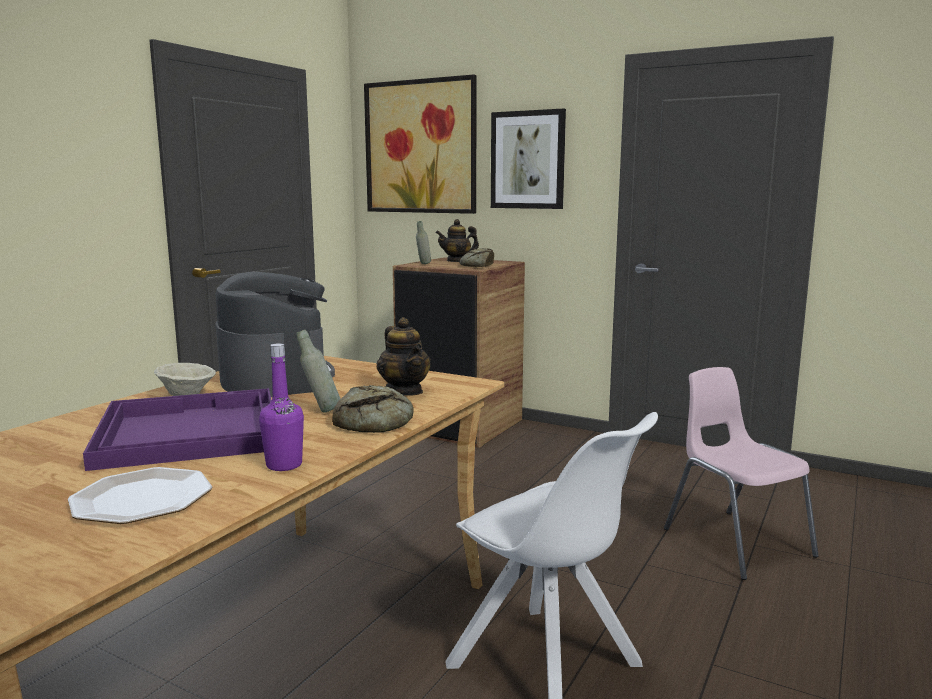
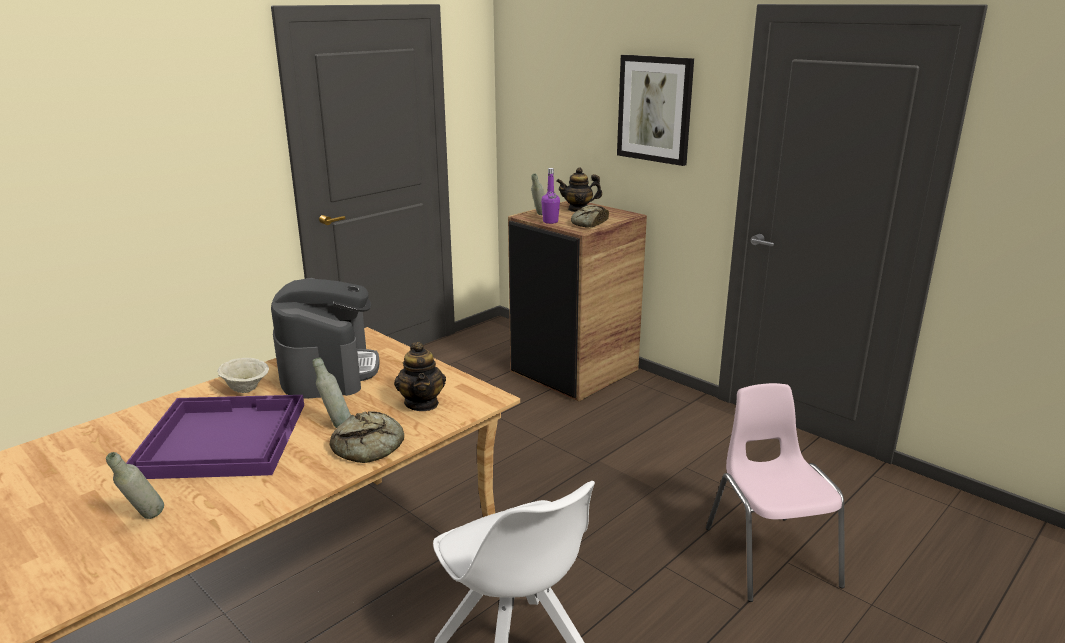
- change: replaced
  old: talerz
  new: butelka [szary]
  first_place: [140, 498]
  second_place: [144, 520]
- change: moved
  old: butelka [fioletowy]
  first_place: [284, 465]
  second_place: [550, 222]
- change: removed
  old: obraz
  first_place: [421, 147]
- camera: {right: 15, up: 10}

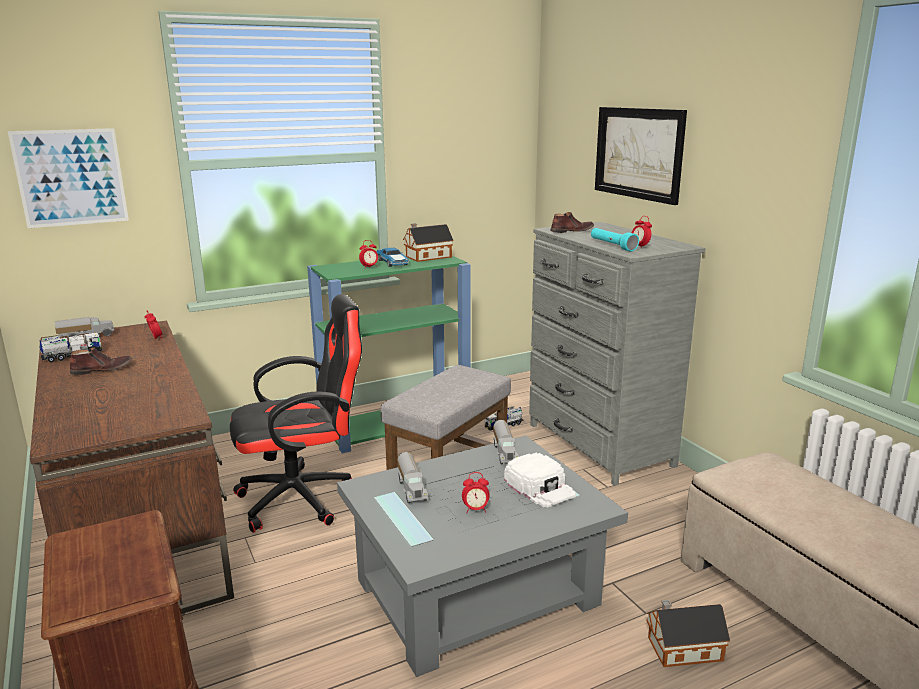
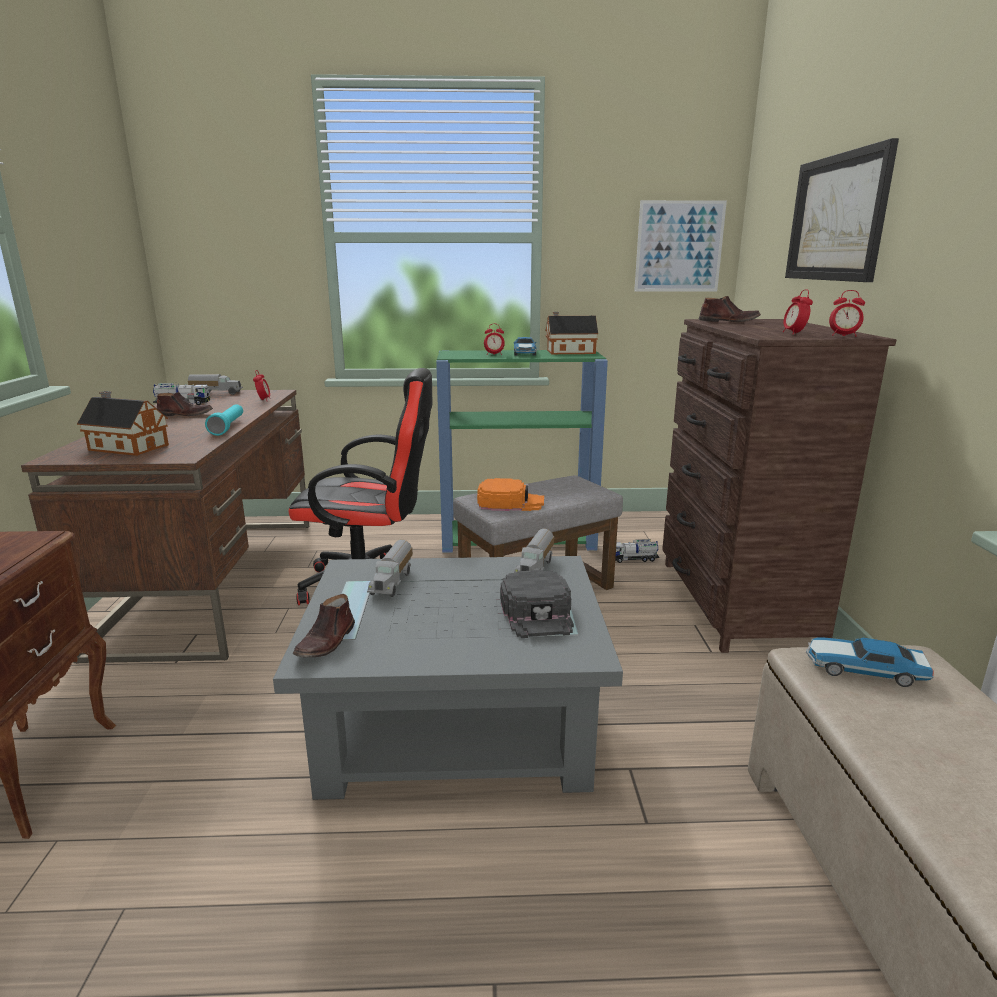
- change: moved
  old: domek
  first_place: [681, 648]
  second_place: [127, 447]
- change: moved
  old: latarka [turkusowy]
  first_place: [612, 246]
  second_place: [228, 427]
- change: added
  new: but [brązowy]
  second_place: [327, 642]
- change: added
  new: czapka z daszkiem [pomarańczowy]
  second_place: [510, 502]
- change: recoloured
  old: czapka z daszkiem [biały]
  new: czapka z daszkiem [czarny]
  first_place: [540, 486]
  second_place: [537, 613]
- change: moved
  old: obraz
  first_place: [71, 177]
  second_place: [679, 246]
- change: recoloured
  old: komoda [szary]
  new: komoda [brązowy]
  first_place: [597, 445]
  second_place: [733, 602]
- change: added
  new: samochodzik
  second_place: [862, 669]
- change: moved
  old: budzik
  first_place: [475, 510]
  second_place: [843, 336]
- camera: {right: 25, up: 0}

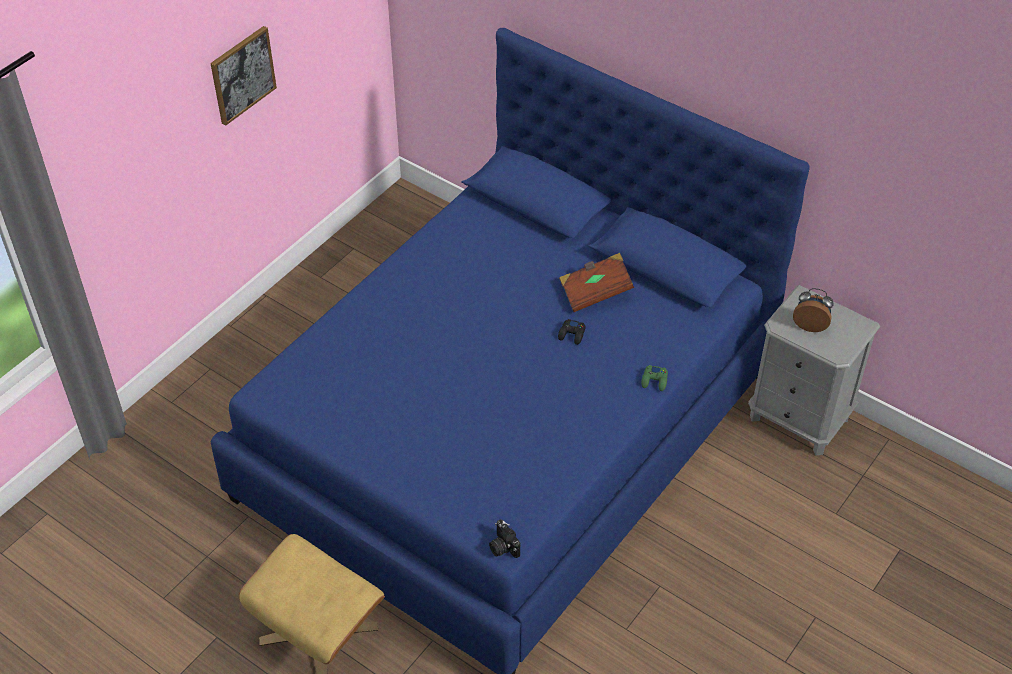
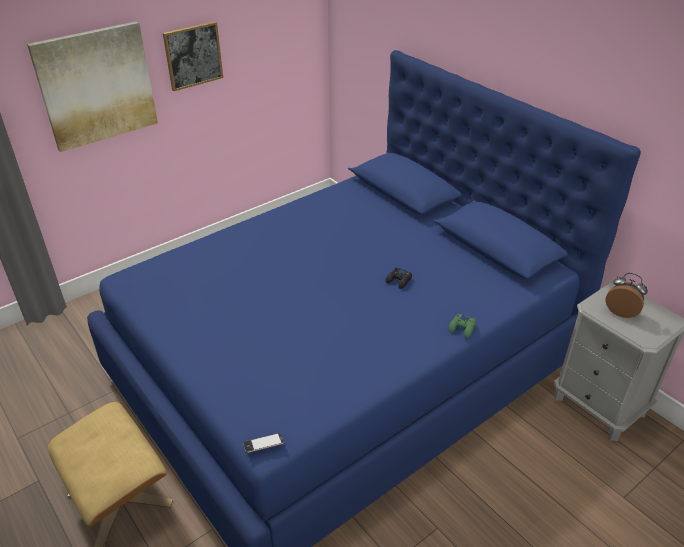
- change: added
  new: obraz
  second_place: [96, 86]
- change: replaced
  old: aparat fotograficzny
  new: telefon
  first_place: [502, 547]
  second_place: [263, 445]
- change: removed
  old: książka [brązowy]
  first_place: [595, 292]
- camera: {right: 15, up: -10}

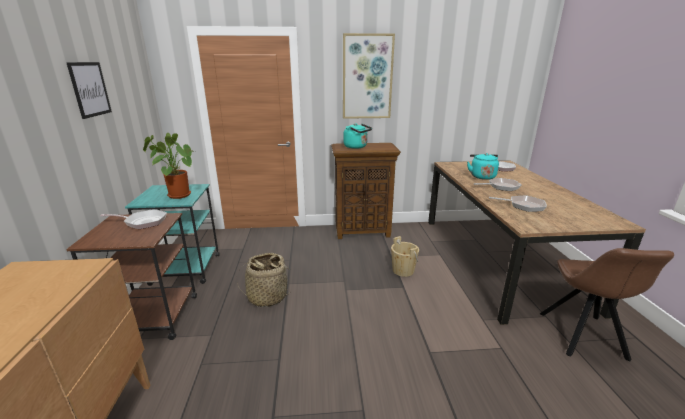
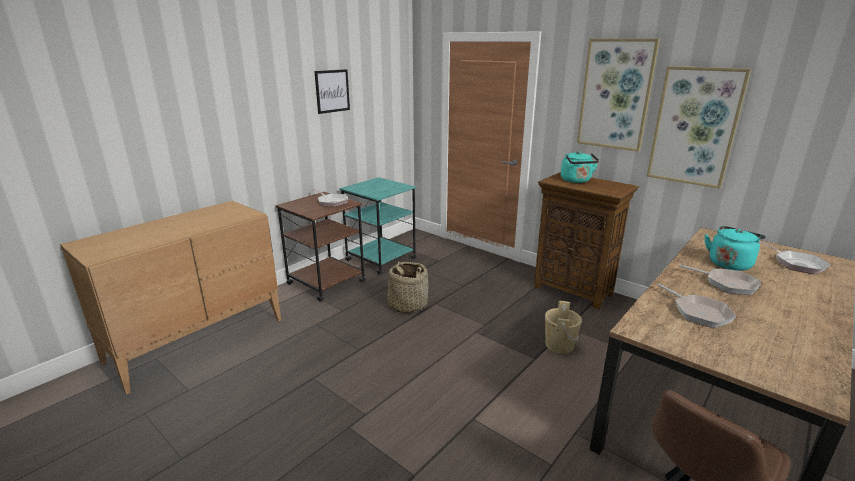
- change: added
  new: obraz
  second_place: [694, 127]
- change: removed
  old: roślina doniczkowa
  first_place: [177, 195]
- camera: {right: 45, up: 0}

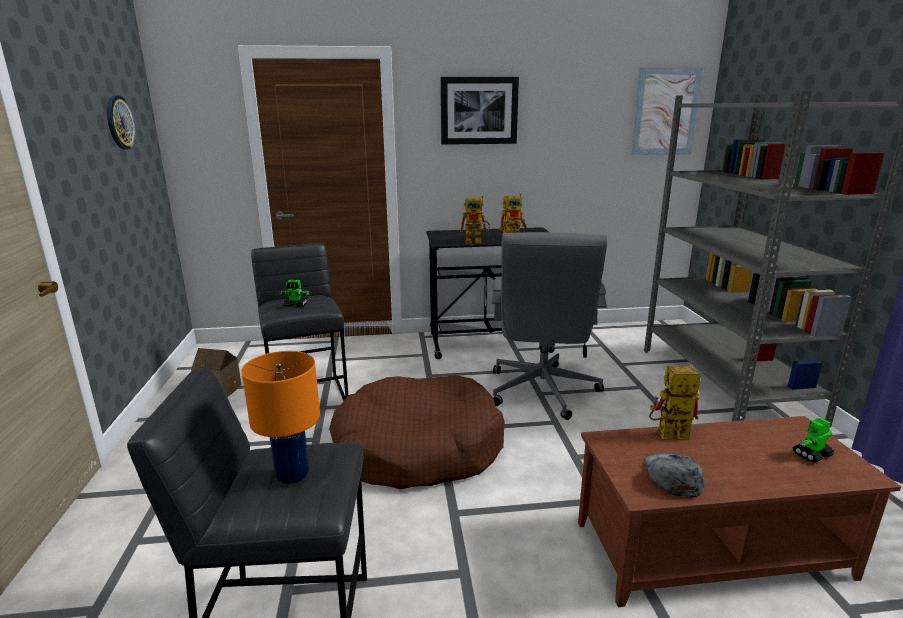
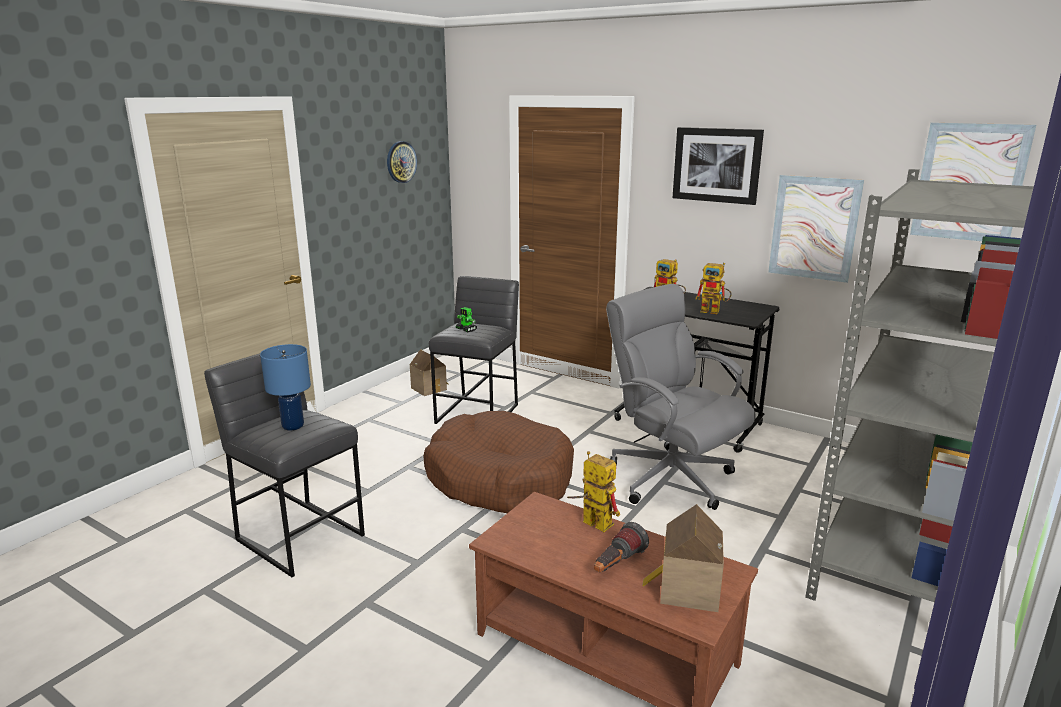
- change: recoloured
  old: lampa stołowa [pomarańczowy]
  new: lampa stołowa [niebieski]
  first_place: [294, 475]
  second_place: [293, 427]
- change: added
  new: latarka
  second_place: [617, 565]
- change: turned
  old: krzesło biurowe [szary]
  first_place: [542, 389]
  second_place: [671, 479]
  degrees: 90
- change: replaced
  old: robot zabawkowy
  new: domek
  first_place: [811, 455]
  second_place: [685, 589]
- change: added
  new: obraz
  second_place: [814, 228]
- change: removed
  old: czapka z daszkiem [szary]
  first_place: [672, 476]
- camera: {right: 40, up: 0}

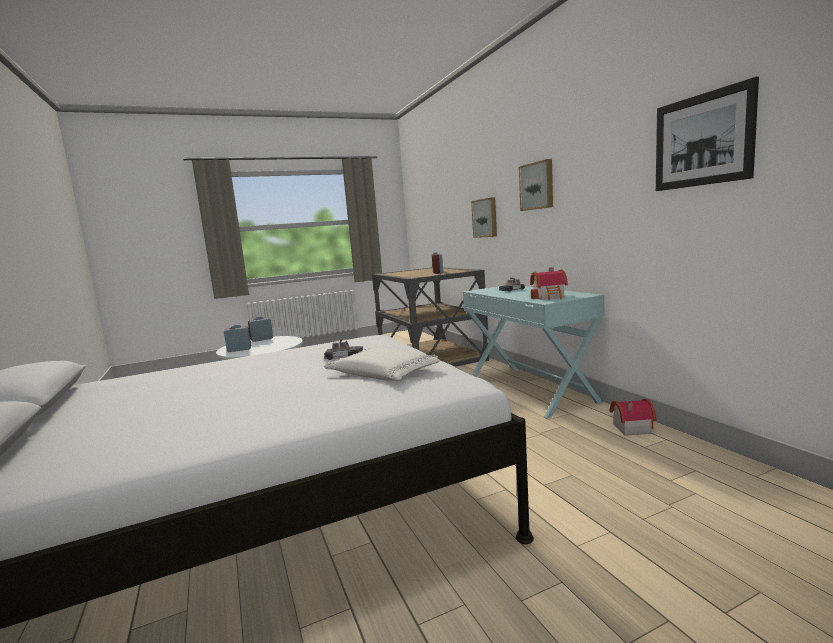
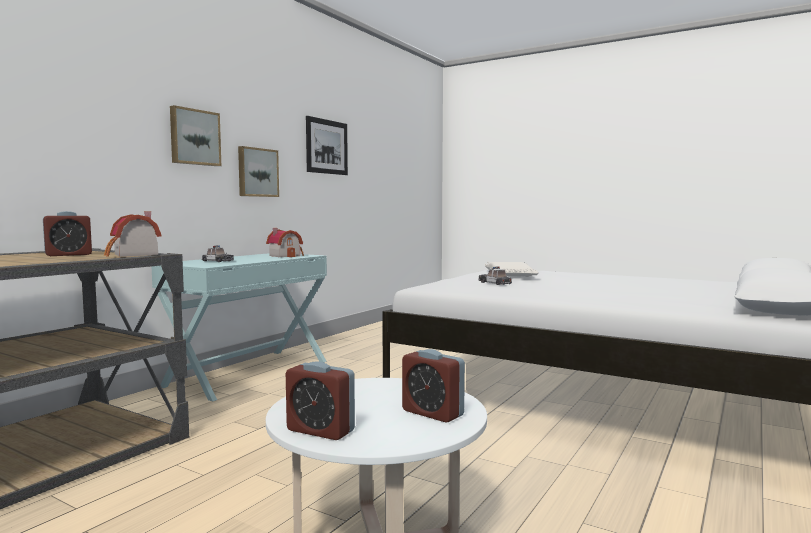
- change: moved
  old: domek
  first_place: [629, 428]
  second_place: [133, 254]
- change: moved
  old: obraz
  first_place: [485, 218]
  second_place: [257, 172]
- camera: {right: -125, up: -5}

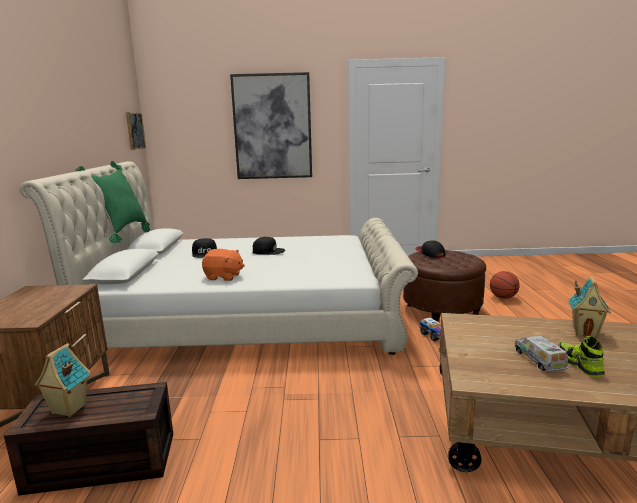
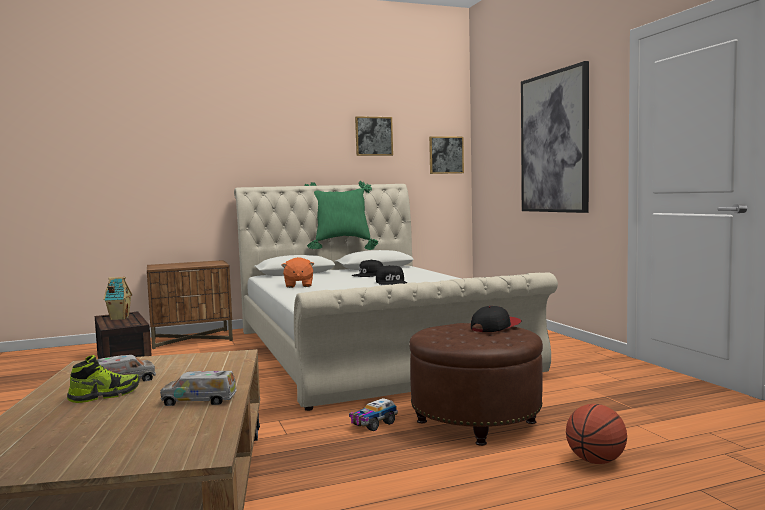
- change: replaced
  old: domek
  new: ciężarówka zabawkowa
  first_place: [585, 332]
  second_place: [199, 400]
- change: added
  new: obraz
  second_place: [373, 136]
- camera: {right: 70, up: -10}

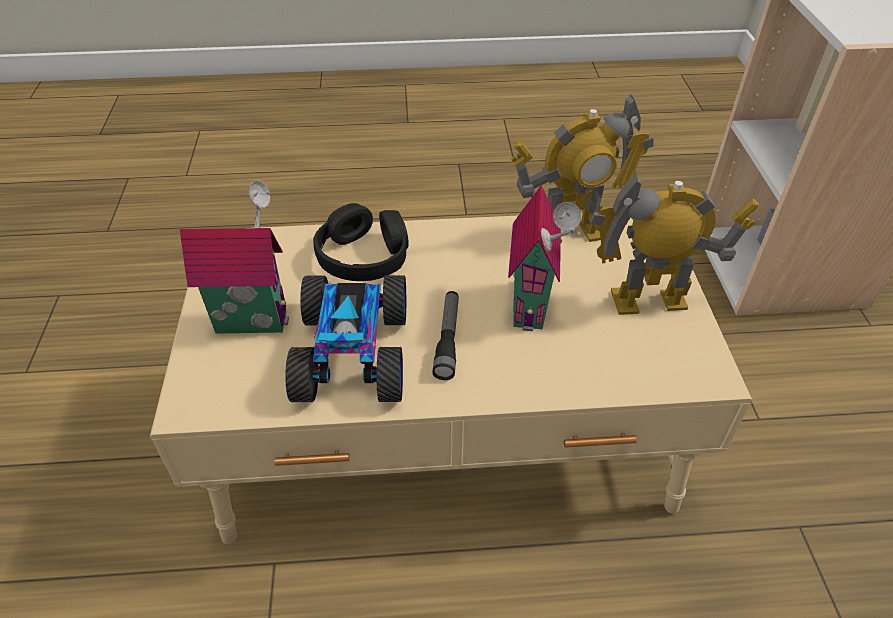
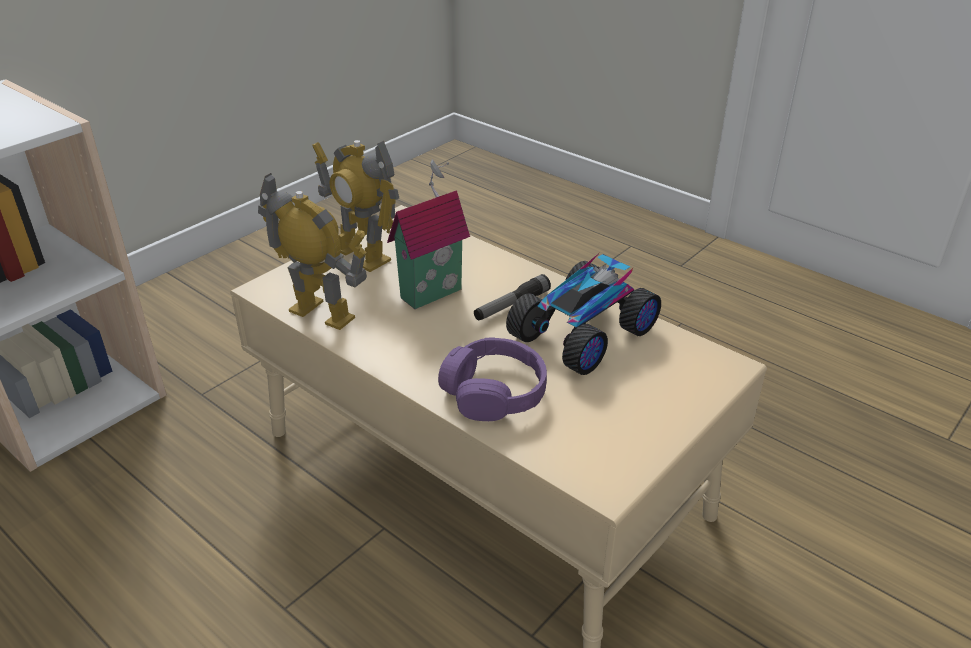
- change: recoloured
  old: słuchawki [czarny]
  new: słuchawki [fioletowy]
  first_place: [364, 256]
  second_place: [494, 392]
- change: removed
  old: domek
  first_place: [253, 318]
- camera: {right: -135, up: -10}

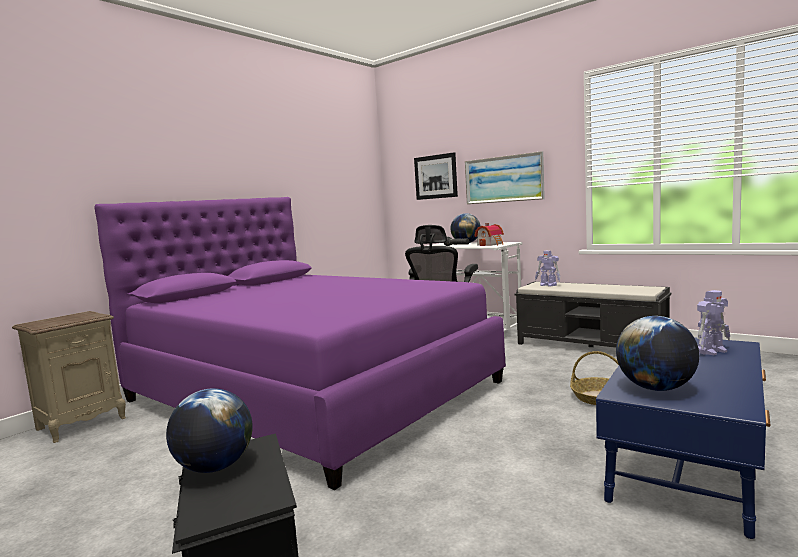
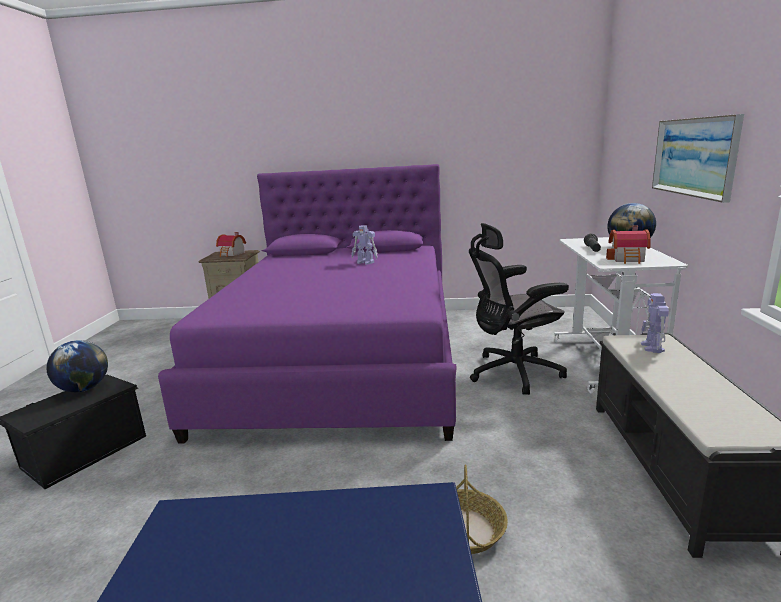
- change: added
  new: domek
  second_place: [232, 254]
- change: moved
  old: robot zabawkowy
  first_place: [711, 351]
  second_place: [365, 262]
- change: removed
  old: obraz
  first_place: [435, 176]
- change: removed
  old: globus
  first_place: [656, 388]
- camera: {right: 55, up: 10}

